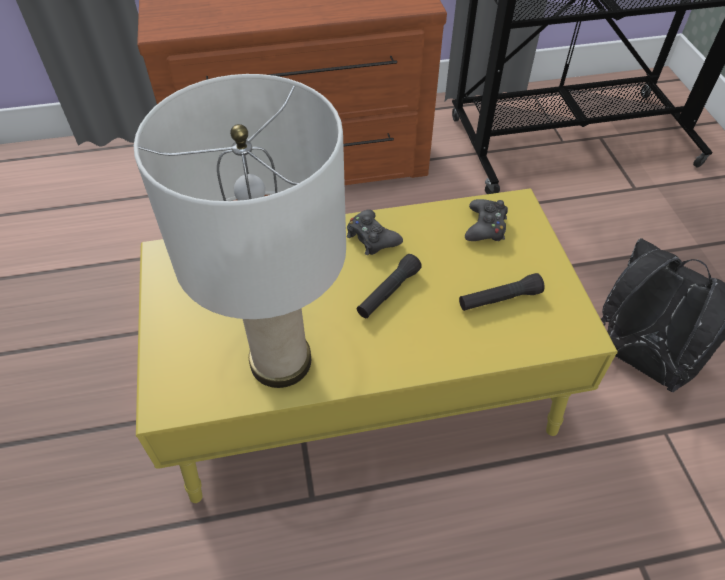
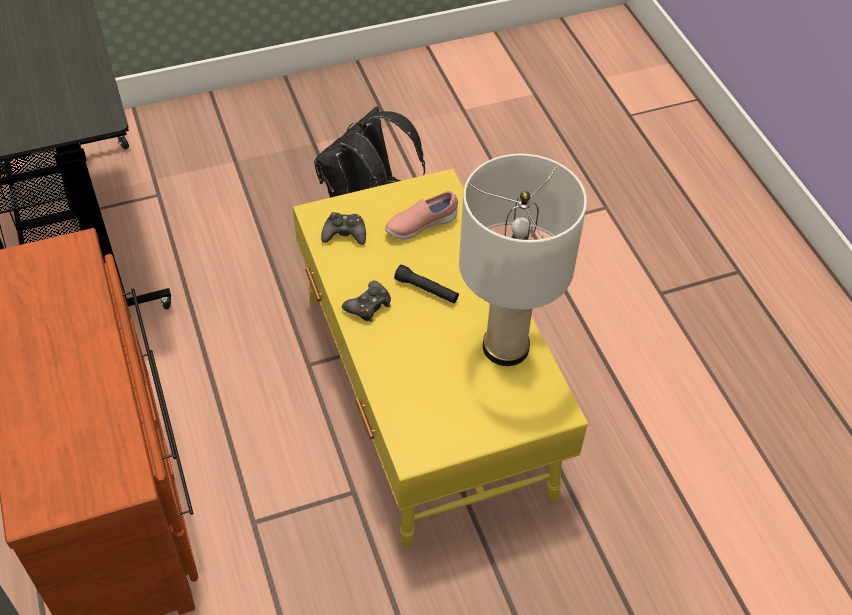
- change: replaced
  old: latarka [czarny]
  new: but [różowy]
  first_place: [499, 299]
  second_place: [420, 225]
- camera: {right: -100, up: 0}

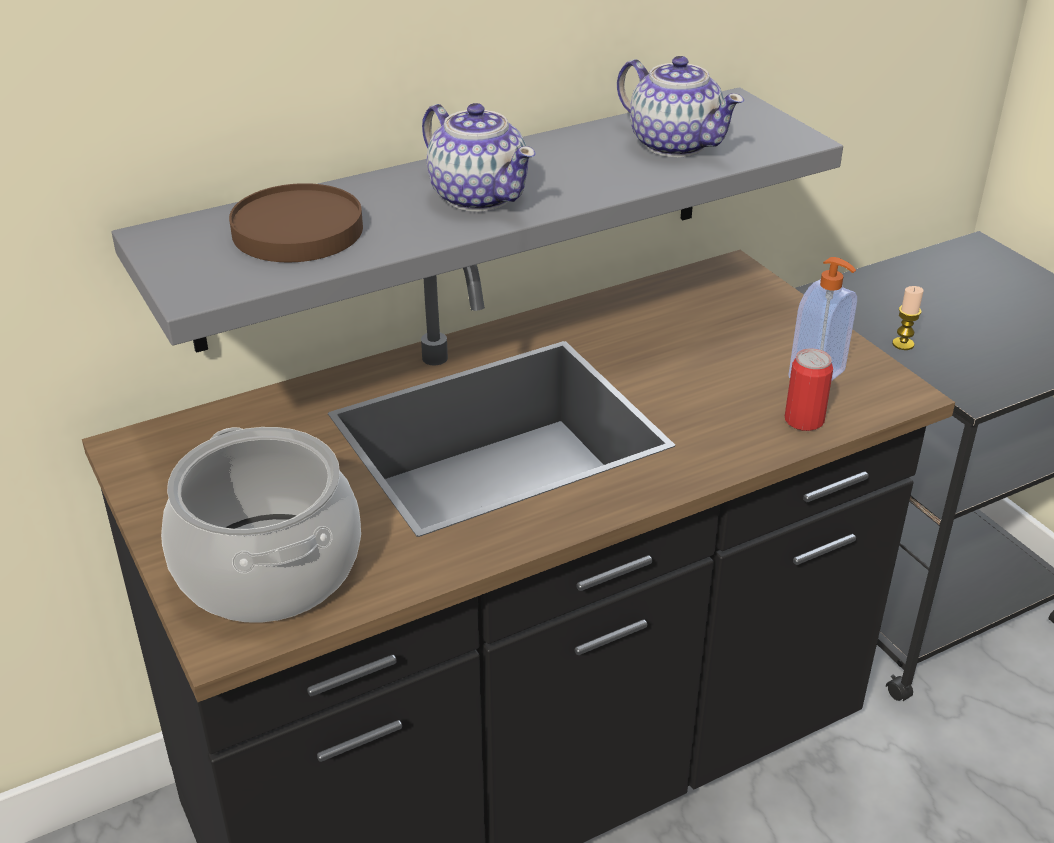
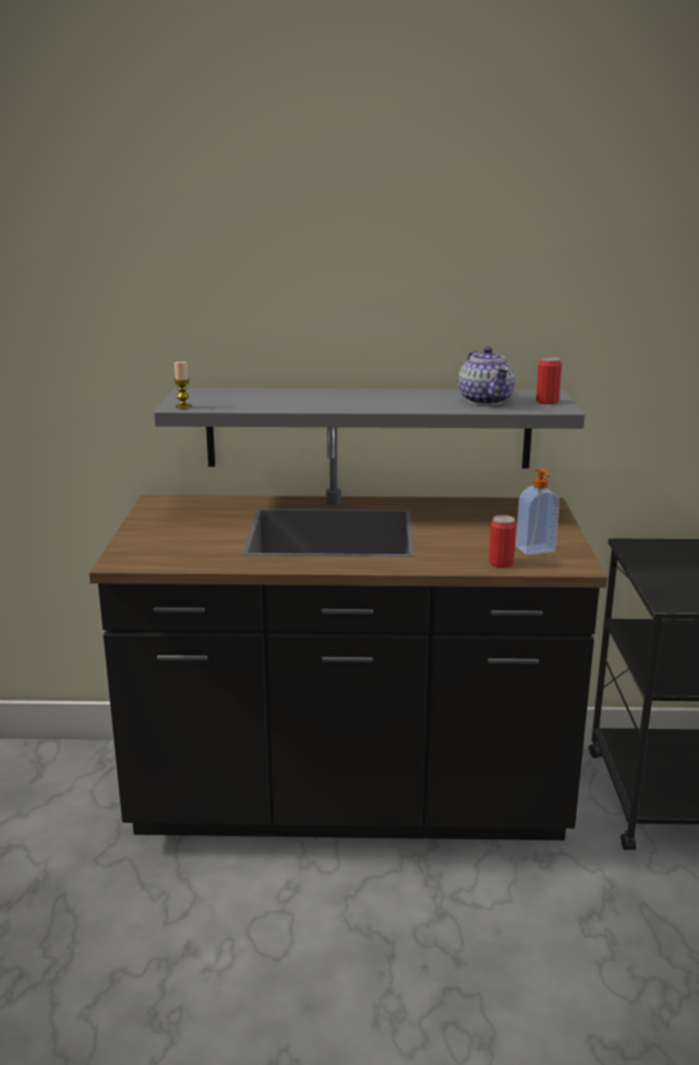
- change: moved
  old: świeca
  first_place: [903, 344]
  second_place: [183, 407]
- change: added
  new: puszka
  second_place: [547, 401]
- change: removed
  old: garnek
  first_place: [270, 568]
- change: removed
  old: talerz [brązowy]
  first_place: [296, 231]
- change: removed
  old: imbryk
  first_place: [478, 196]
- camera: {right: 30, up: -15}

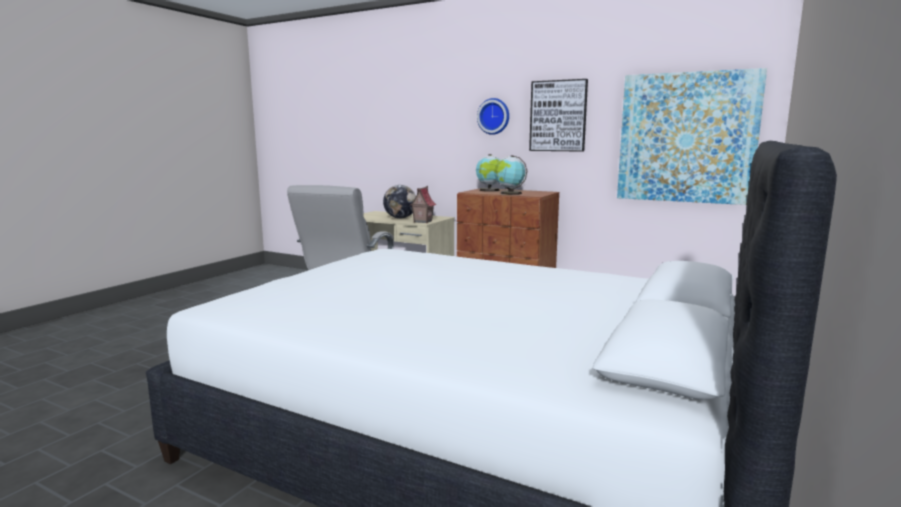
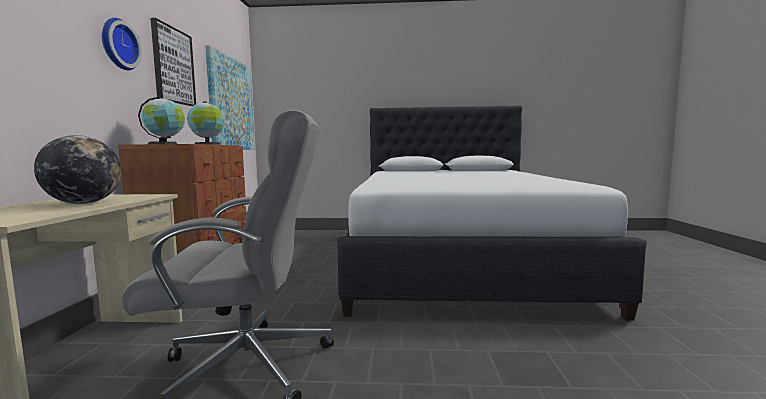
- change: removed
  old: domek
  first_place: [422, 221]
- camera: {right: -115, up: -5}

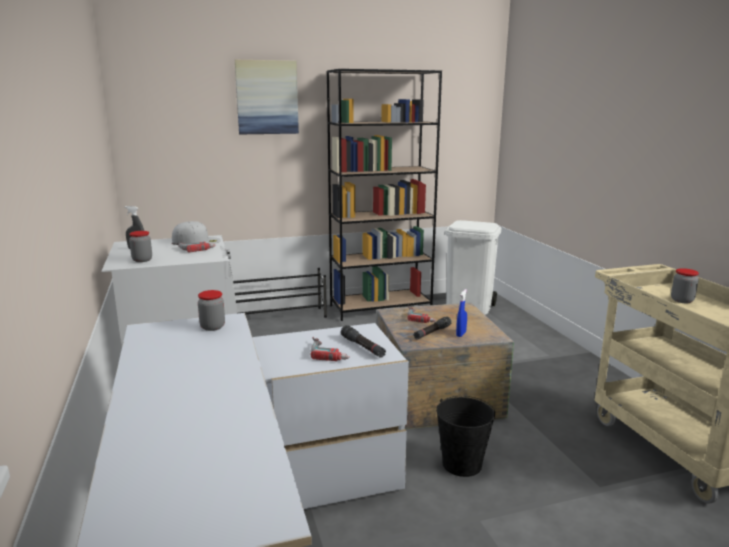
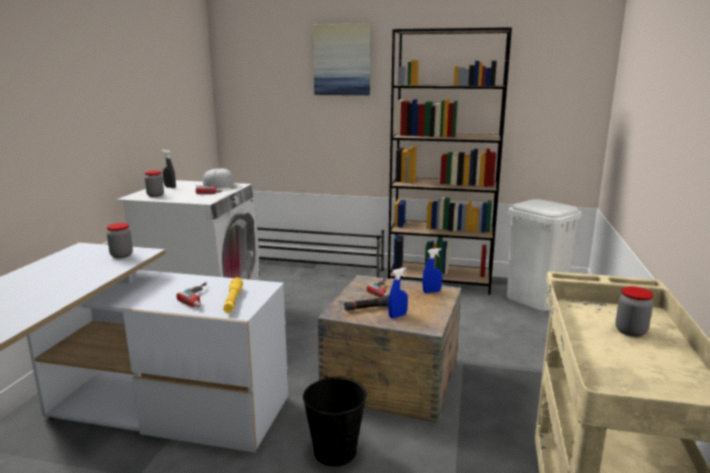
- change: recoloured
  old: latarka [czarny]
  new: latarka [żółty]
  first_place: [363, 347]
  second_place: [233, 300]
- change: added
  new: spryskiwacz [niebieski]
  second_place: [431, 291]
- camera: {right: 30, up: 0}

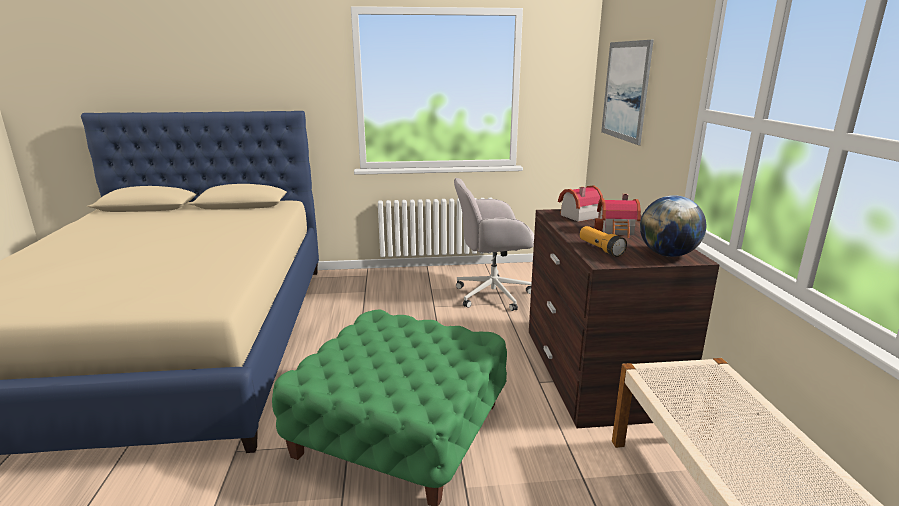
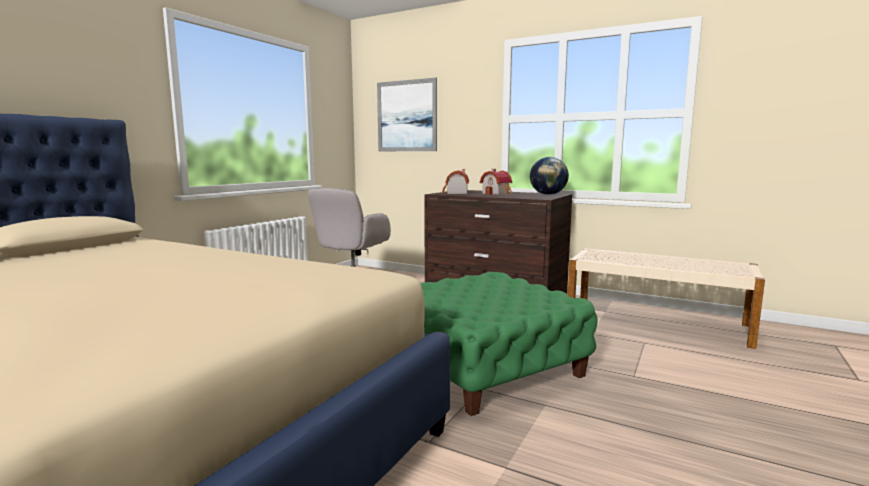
- change: removed
  old: latarka
  first_place: [600, 249]
- camera: {right: -55, up: -10}

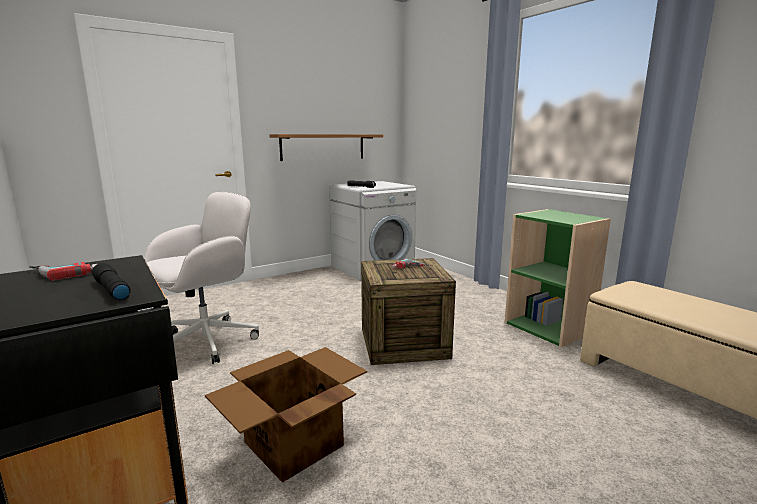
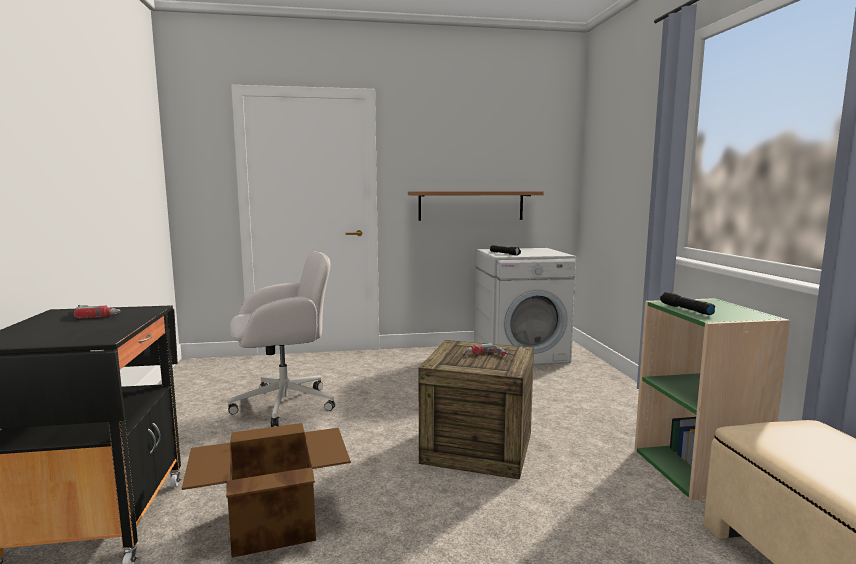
- change: moved
  old: latarka [czarny]
  first_place: [111, 290]
  second_place: [685, 309]
- camera: {right: 25, up: -5}

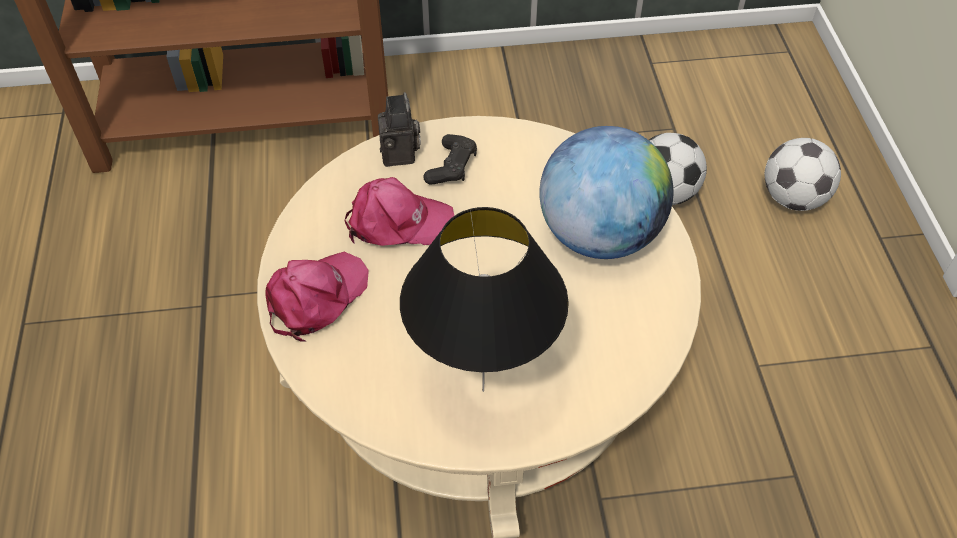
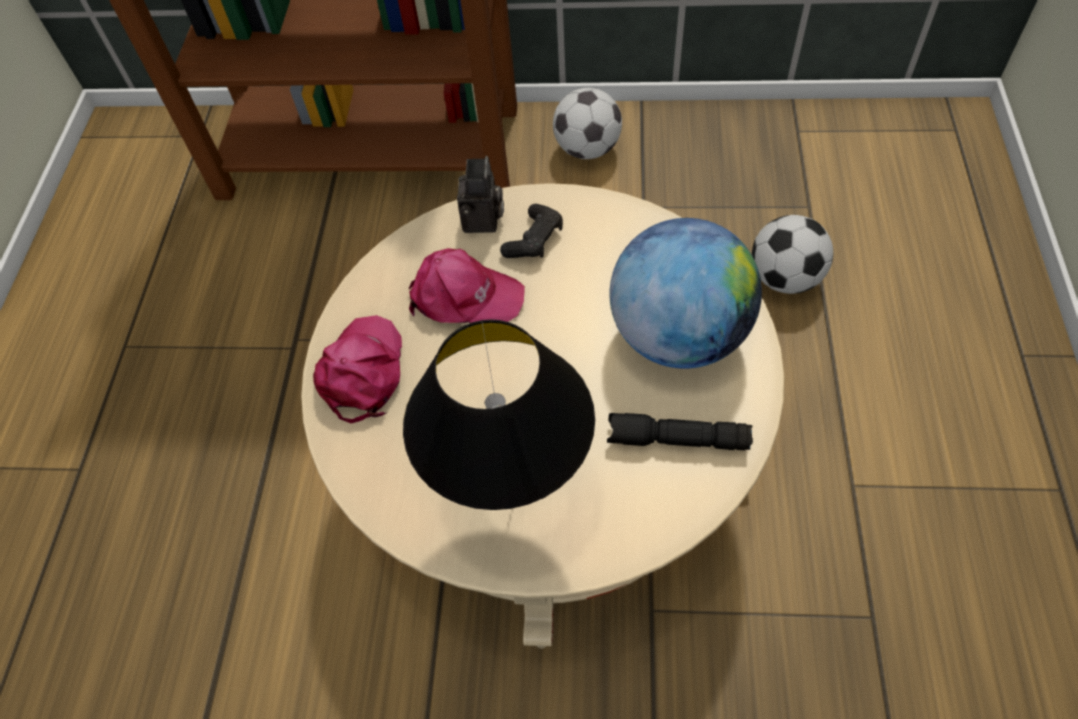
- change: turned
  old: czapka z daszkiem [różowy]
  first_place: [316, 298]
  second_place: [363, 372]
  degrees: -45
- change: moved
  old: piłka futbolowa
  first_place: [793, 198]
  second_place: [587, 149]
- change: added
  new: latarka [czarny]
  second_place: [676, 440]
- camera: {right: 15, up: 5}

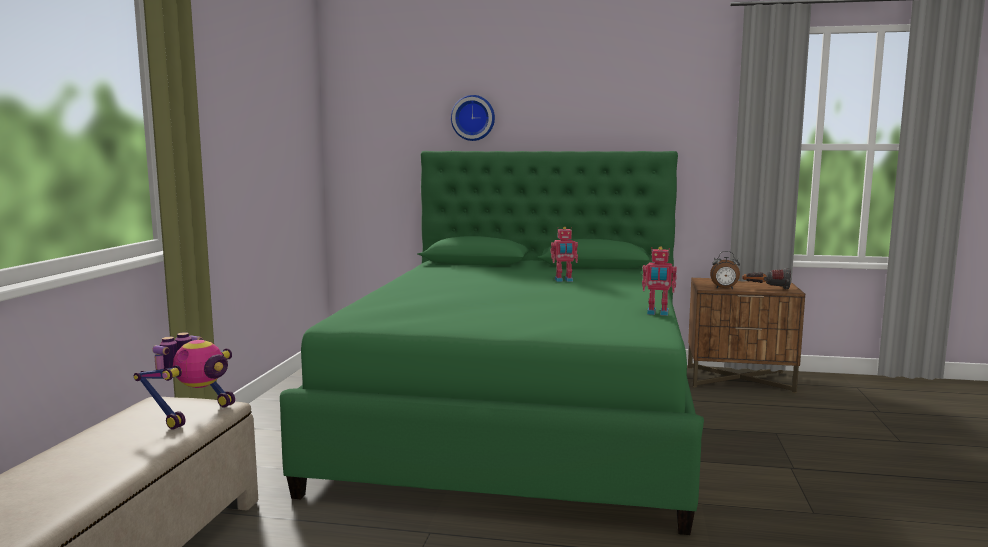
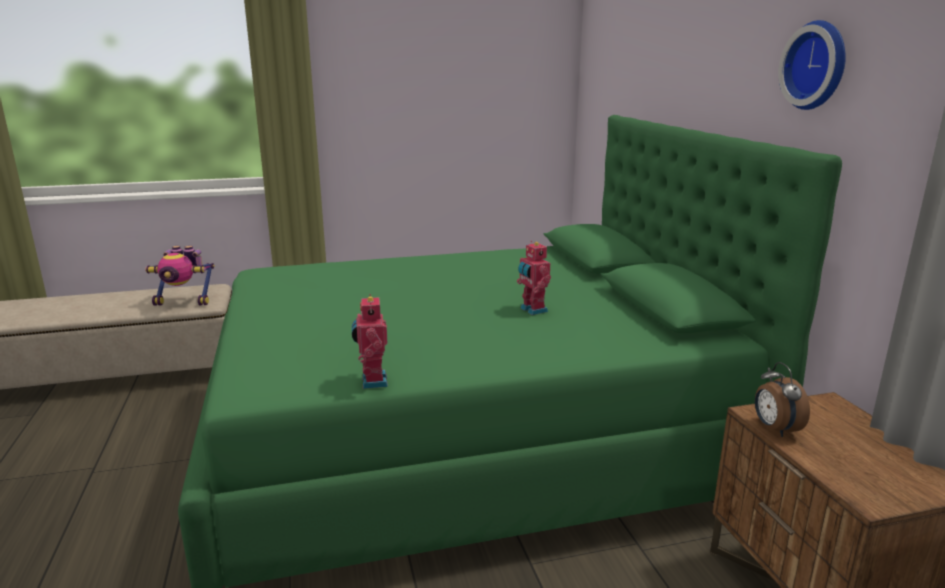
- change: moved
  old: zegar ścienny
  first_place: [473, 118]
  second_place: [818, 65]
- change: removed
  old: latarka
  first_place: [766, 288]
- camera: {right: 65, up: 10}

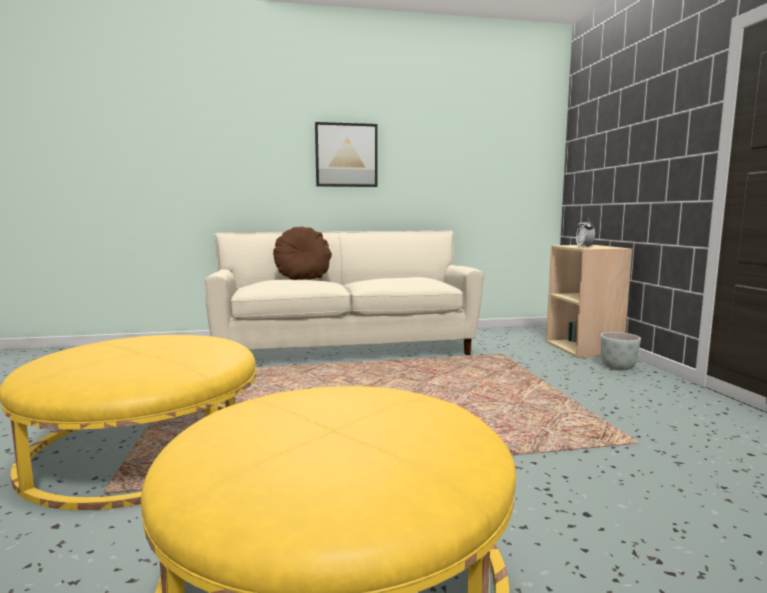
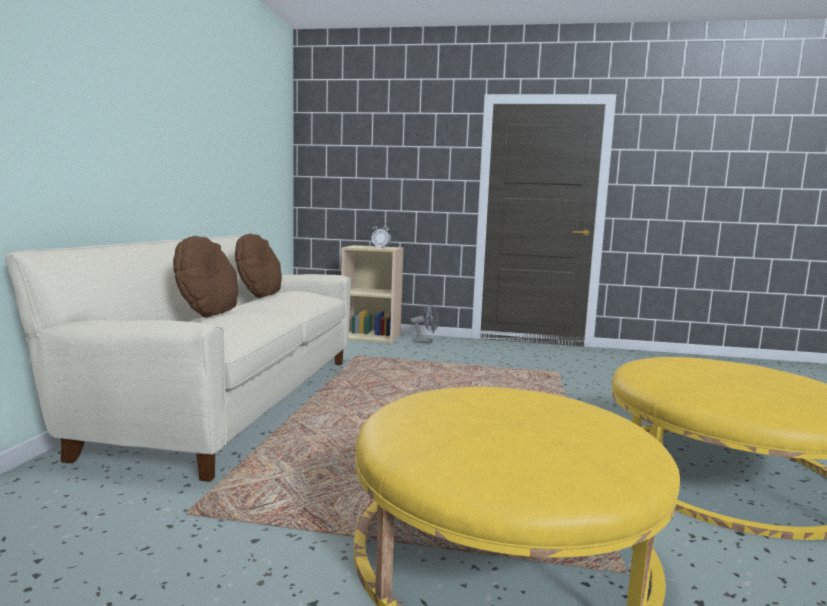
- change: added
  new: poduszka [brązowy]
  second_place: [259, 296]
- change: replaced
  old: donica [szary]
  new: wentylator [szary]
  first_place: [618, 367]
  second_place: [426, 341]
- change: removed
  old: obraz
  first_place: [346, 155]
- camera: {right: -70, up: 0}

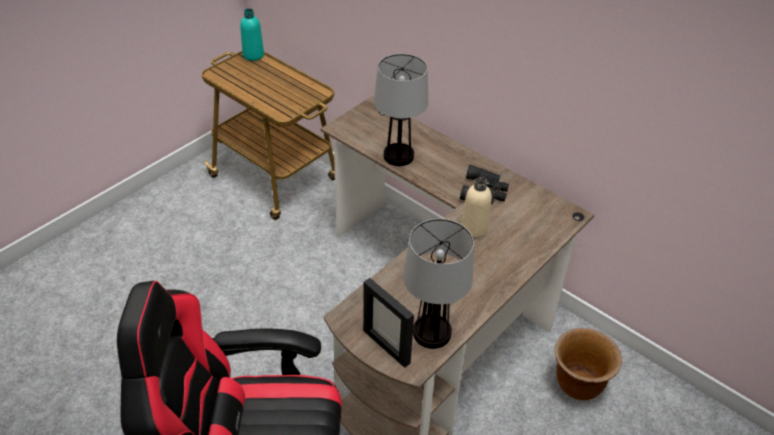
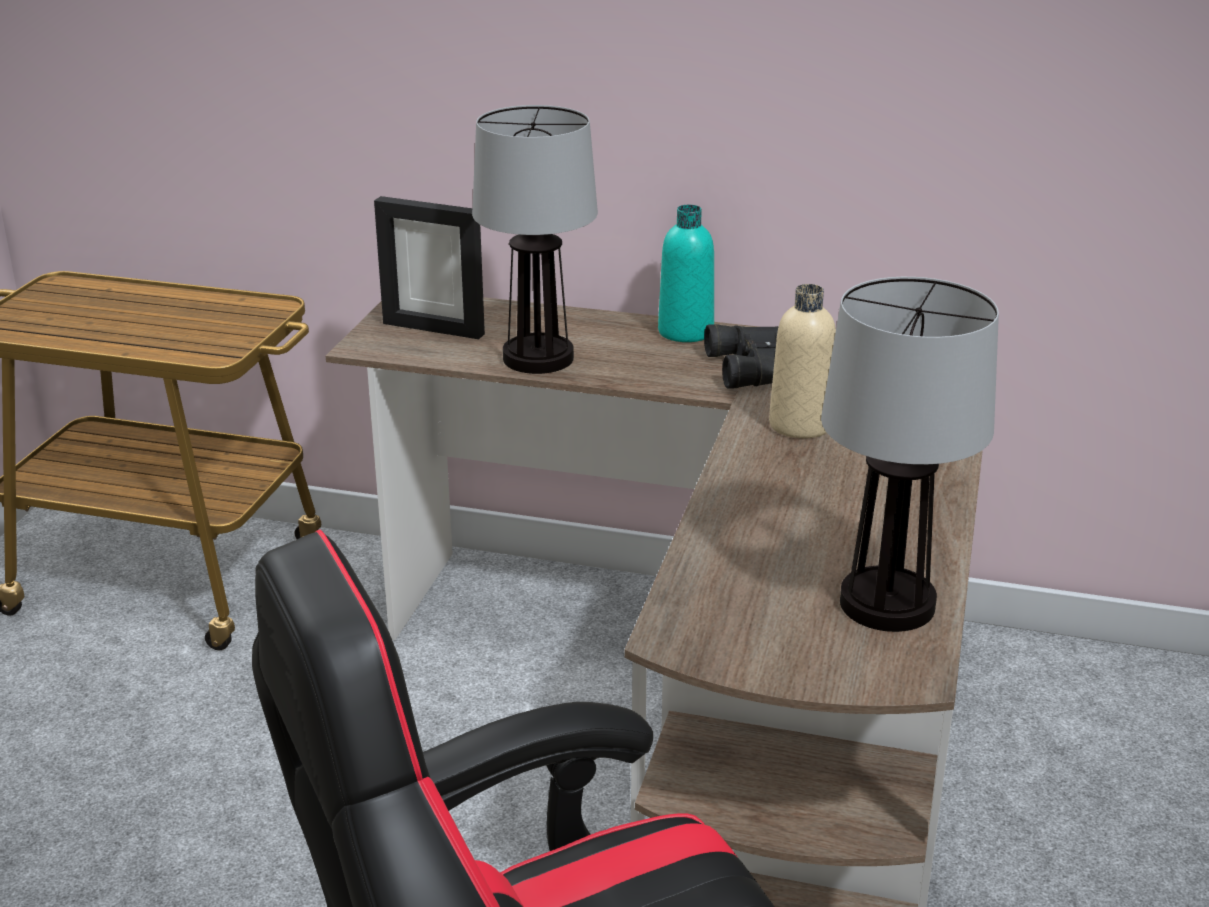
- change: moved
  old: ramka na zdjęcie
  first_place: [387, 346]
  second_place: [434, 328]
- change: moved
  old: butelka [turkusowy]
  first_place: [253, 55]
  second_place: [685, 332]
- change: removed
  old: donica [brązowy]
  first_place: [578, 385]
- camera: {right: -25, up: -15}

